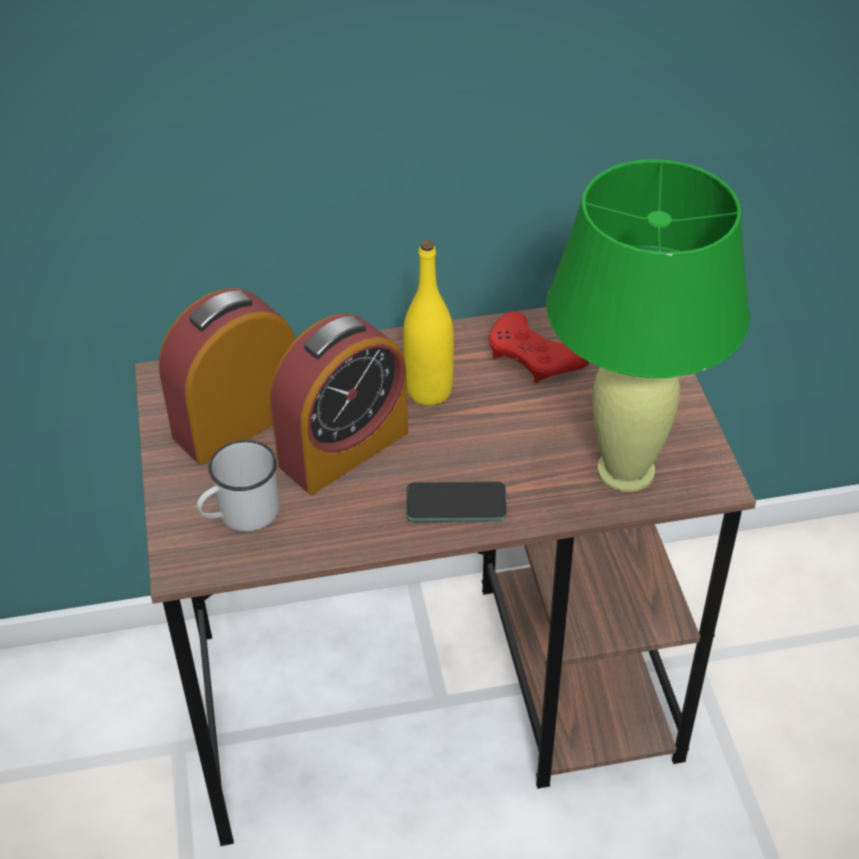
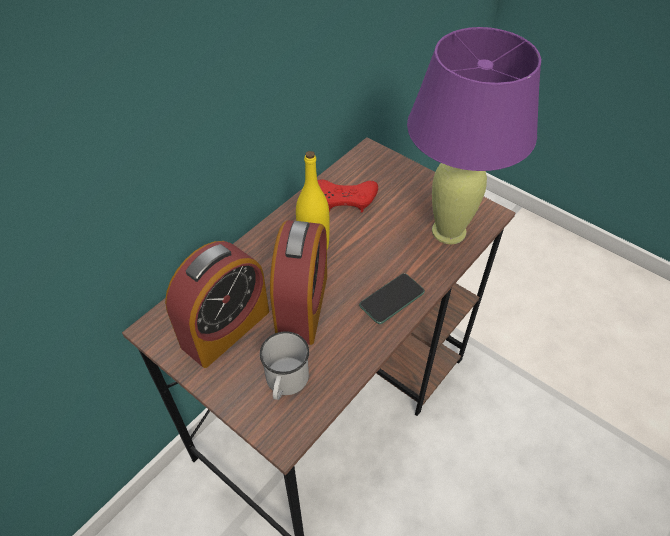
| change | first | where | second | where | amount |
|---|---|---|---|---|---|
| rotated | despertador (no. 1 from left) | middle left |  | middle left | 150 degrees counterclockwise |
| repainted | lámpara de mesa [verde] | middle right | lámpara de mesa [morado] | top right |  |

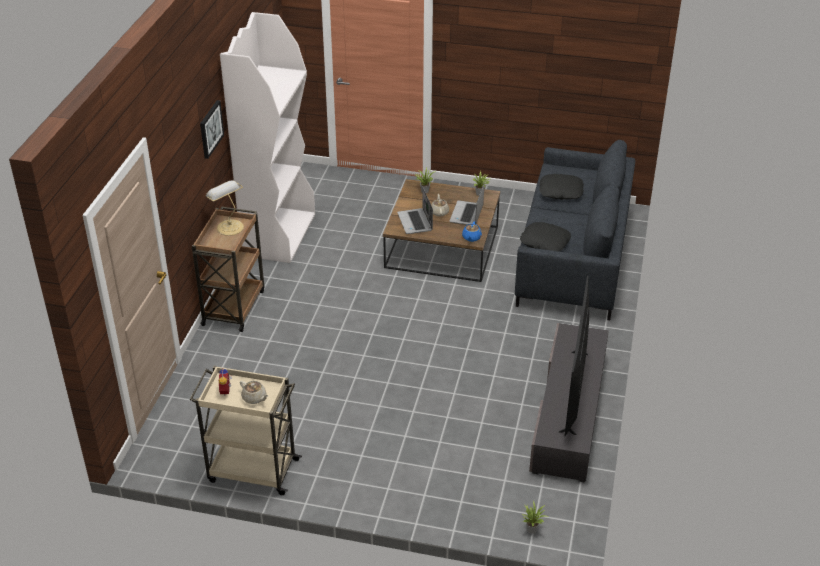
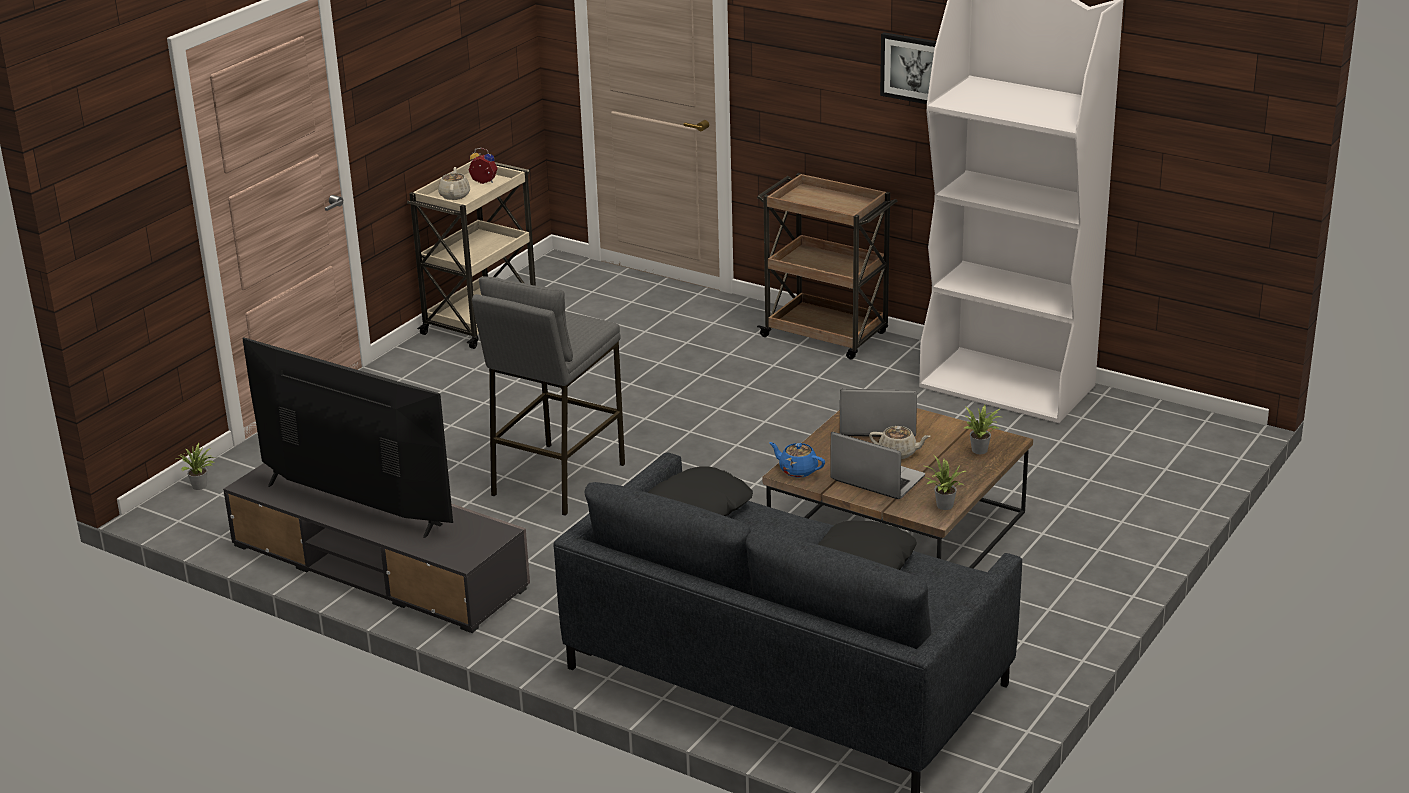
| change | first | where | second | where | amount |
|---|---|---|---|---|---|
| gone | lámpara de mesa | middle left |  |  |  |
| rotated | tetera [beis] (no. 1 from left) | bottom left |  | top left | 120 degrees clockwise |
| new |  |  | taburete [gris] | centre |  |

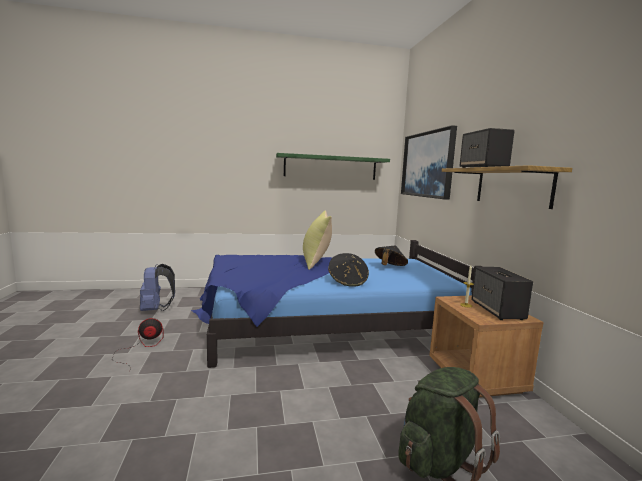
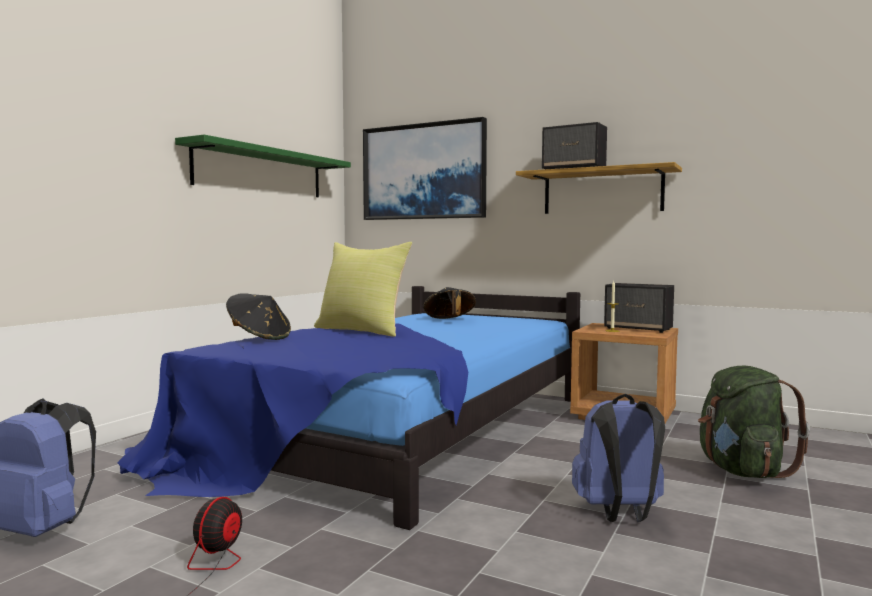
| change | first | where | second | where | amount |
|---|---|---|---|---|---|
| shifted | sombrero [negro] (no. 1 from left) | centre |  | middle left |  |
| new |  |  | mochila [azul] (no. 2 from left) | bottom right |  |

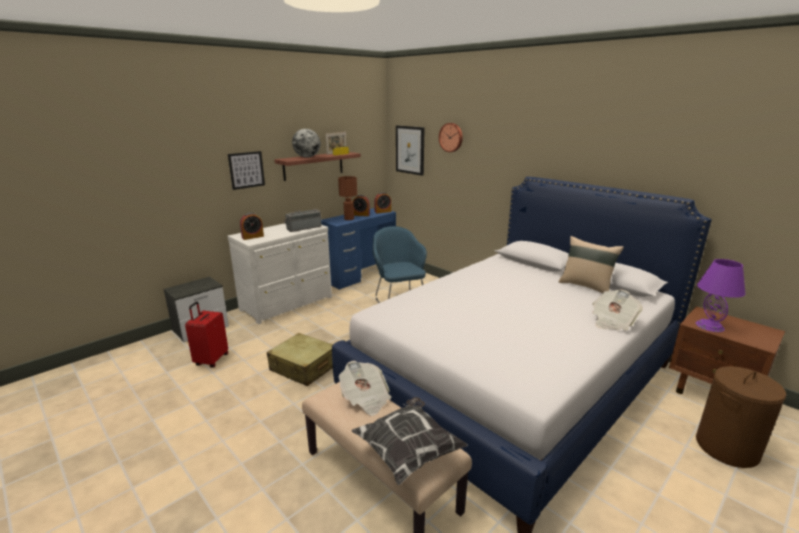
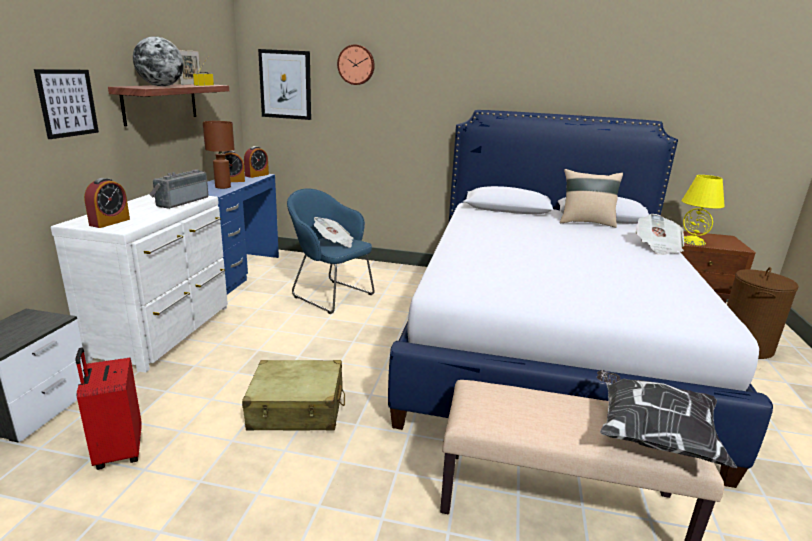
| change | first | where | second | where | amount |
|---|---|---|---|---|---|
| shifted | periódico (no. 1 from left) | bottom centre |  | centre |  |
| repainted | lámpara de mesa [morado] | middle right | lámpara de mesa [amarillo] | middle right |  |

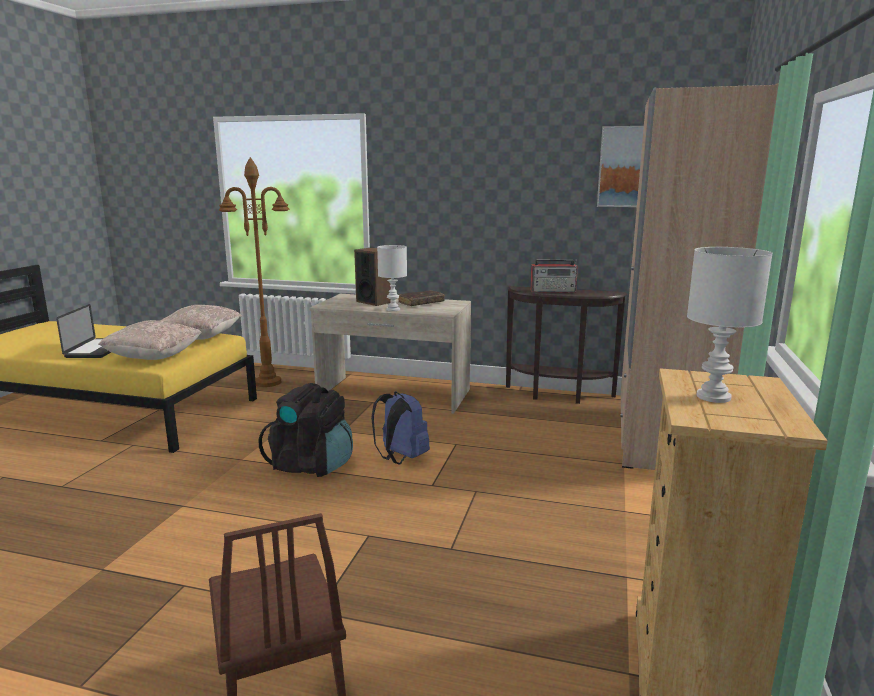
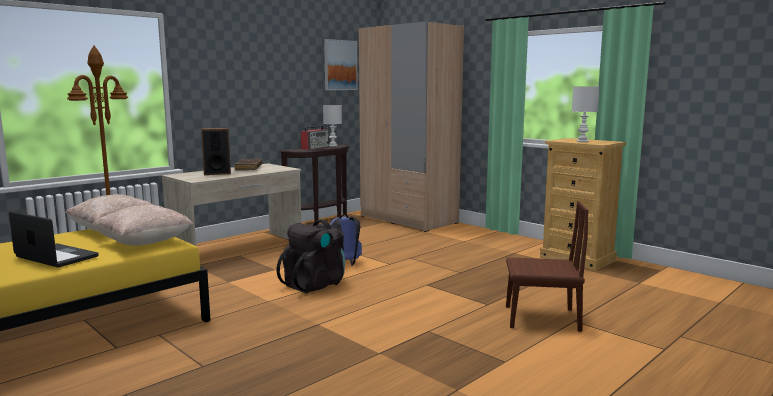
| change | first | where | second | where | amount |
|---|---|---|---|---|---|
| shifted | lámpara de mesa [blanco] (no. 1 from left) | centre |  | top centre |  |

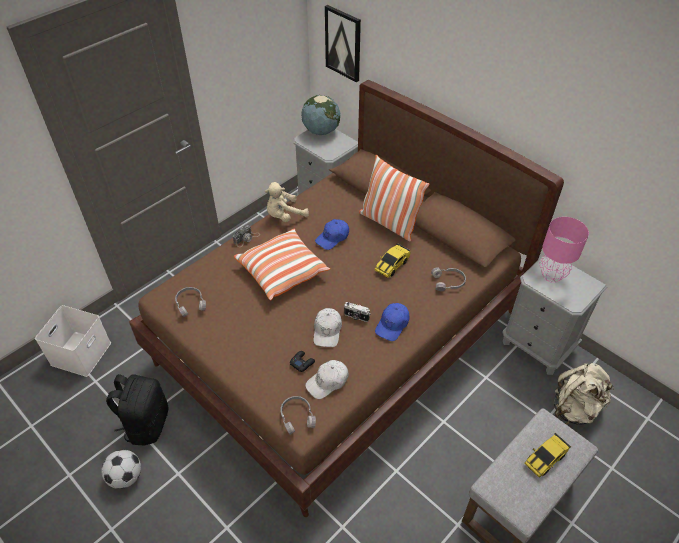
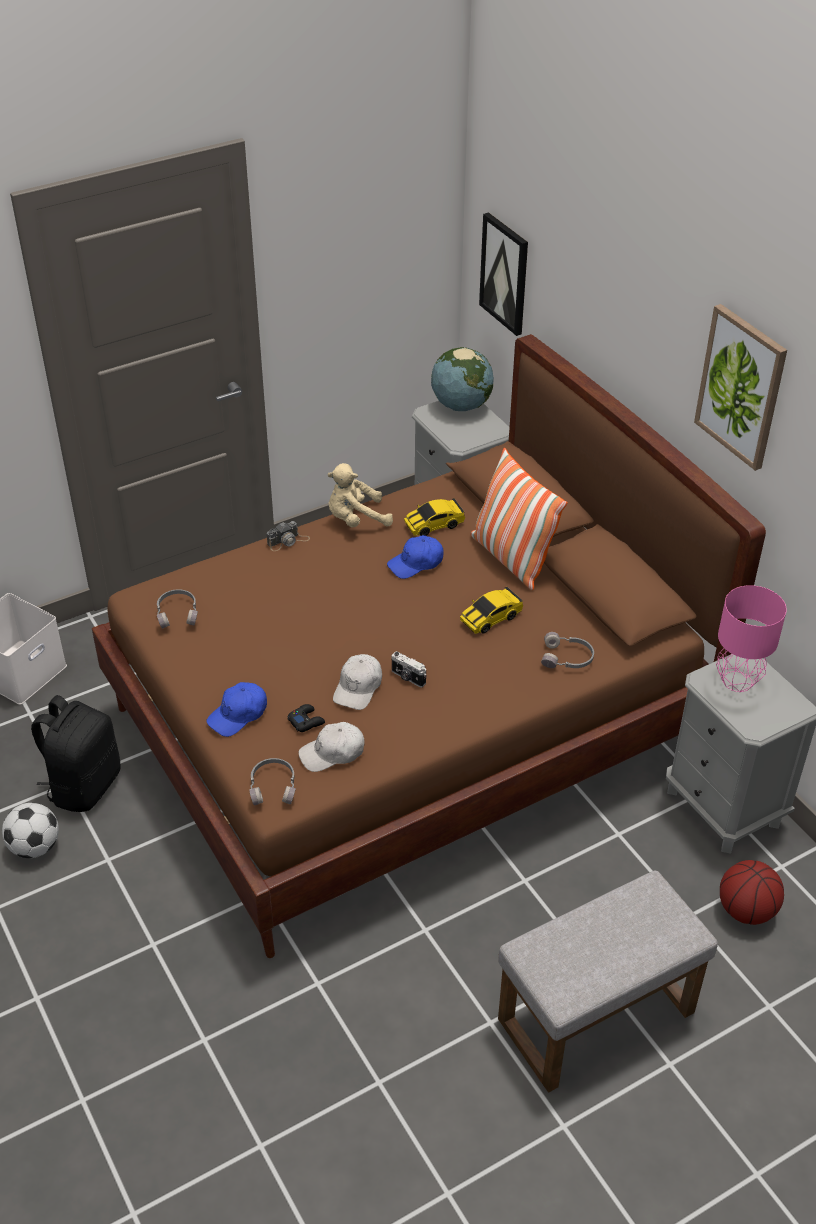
| change | first | where | second | where | amount |
|---|---|---|---|---|---|
| gone | cojín (no. 1 from left) | centre |  |  |  |
| shifted | gorra [azul] (no. 2 from left in the first image) | centre | gorra [azul] (no. 1 from left) | middle left |  |
| shifted | coche de juguete (no. 2 from left in the first image) | bottom right | coche de juguete (no. 1 from left) | centre |  |
| swapped | mochila [beis] | bottom right | balón de baloncesto | bottom right |  |
| new |  |  | cuadro (no. 2 from left) | top right |  |

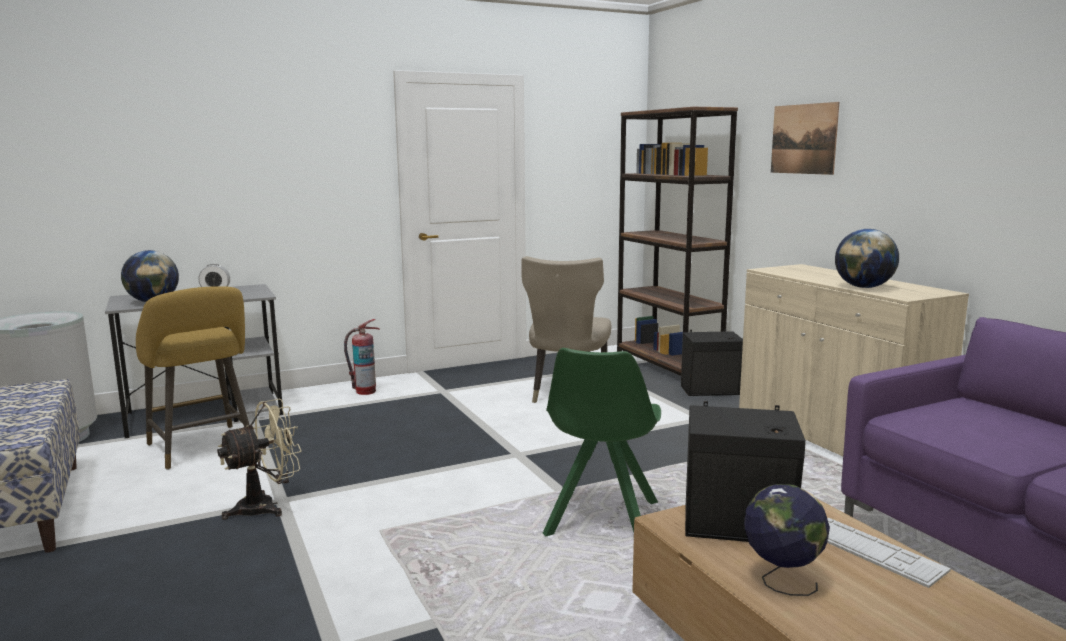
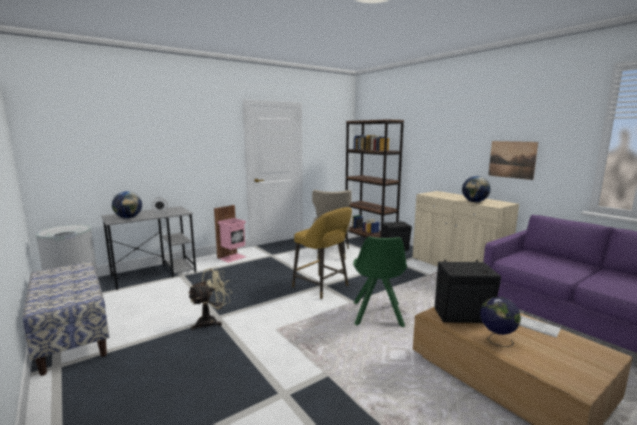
| change | first | where | second | where | amount |
|---|---|---|---|---|---|
| shifted | taburete [amarillo] | middle left |  | centre |  |
| swapped | extintor | centre | papelera [rosa] | centre |  |
| shifted | cuadro | top right |  | middle right |  |

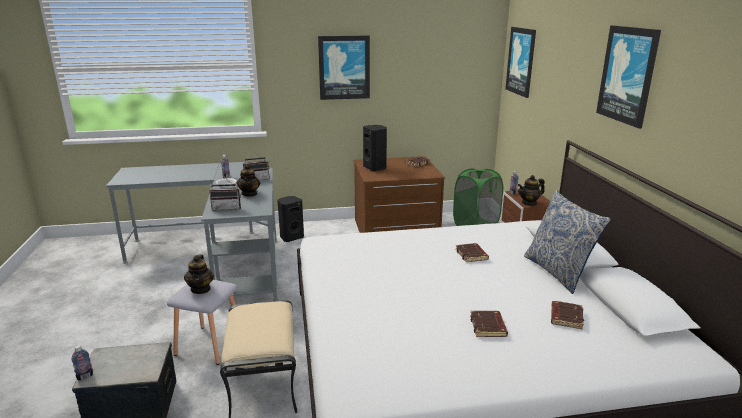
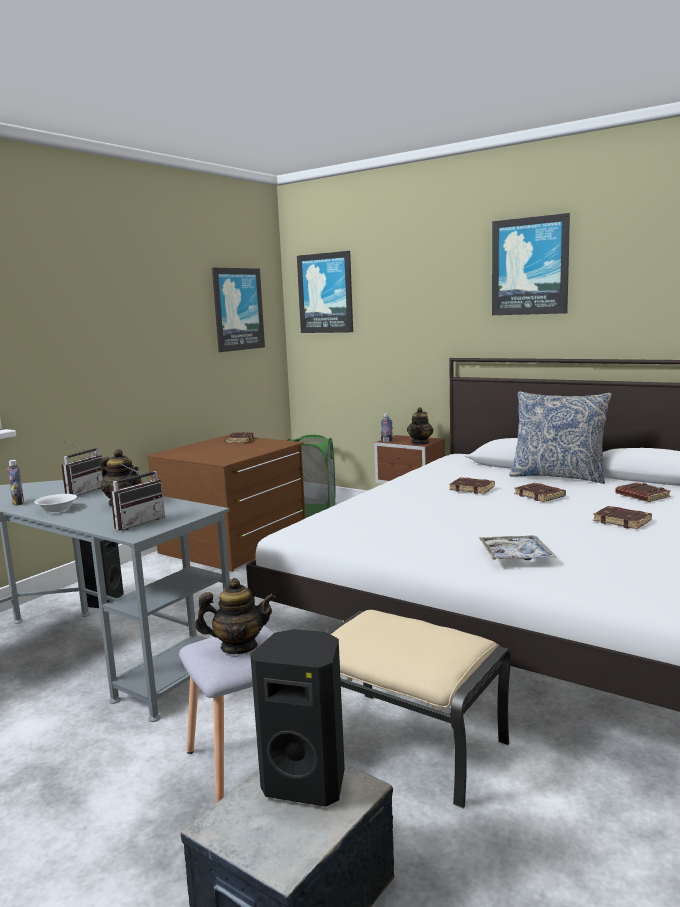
| change | first | where | second | where | amount |
|---|---|---|---|---|---|
| gone | botella (no. 1 from left) | bottom left |  |  |  |
| rotated | tetera (no. 1 from left in the first image) | middle left | tetera (no. 2 from left) | bottom centre | 45 degrees counterclockwise |
| shifted | cuadro (no. 1 from left) | top centre |  | centre |  |
| shifted | altavoz [negro] (no. 2 from left) | centre |  | bottom centre |  |
| new |  |  | bandeja | middle right |  |
| new |  |  | libro [marrón] (no. 3 from left) | middle right |  |

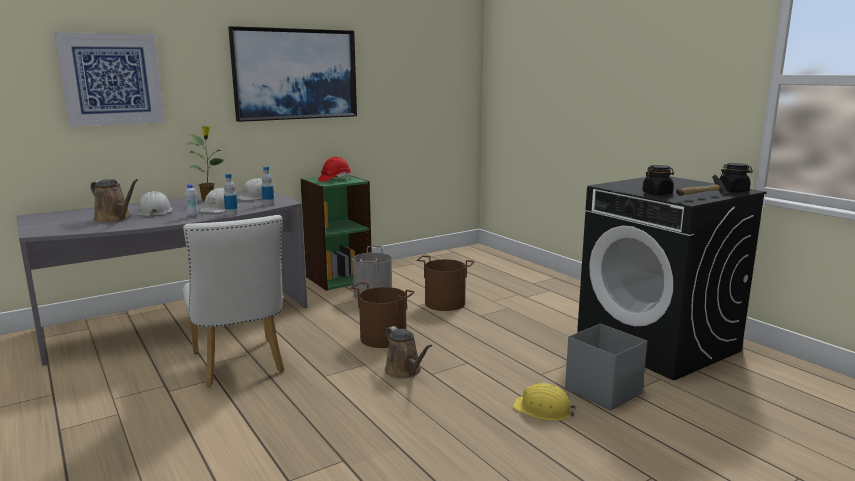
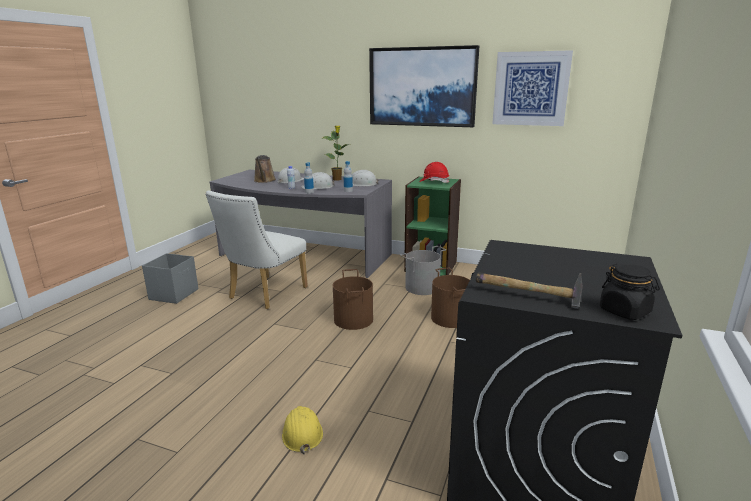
| change | first | where | second | where | amount |
|---|---|---|---|---|---|
| shifted | cuadro (no. 1 from left in the first image) | top left | cuadro (no. 2 from left) | top right |  |
| gone | regadera [marrón] (no. 2 from left) | bottom centre |  |  |  |
| shifted | caja de almacenaje [gris] | bottom right |  | middle left |  |
| gone | tarro [negro] (no. 1 from left) | middle right |  |  |  |

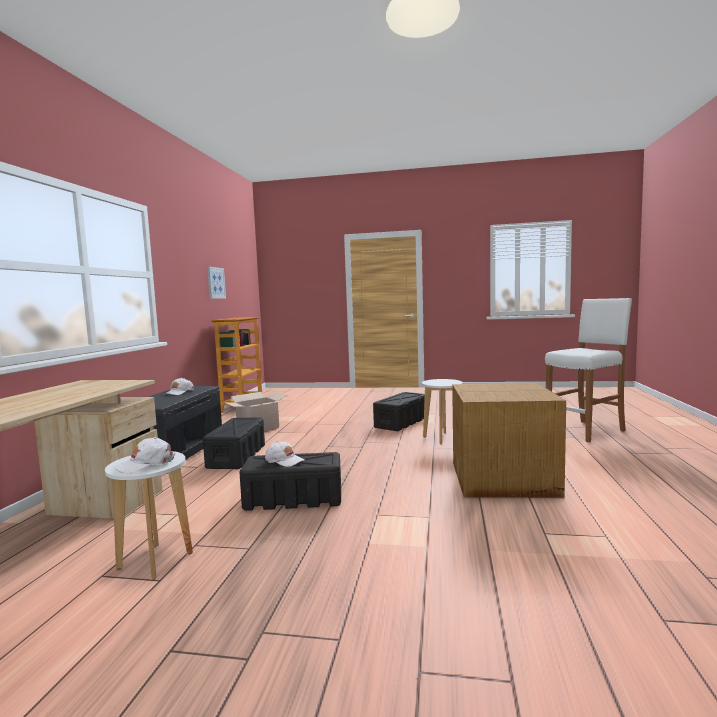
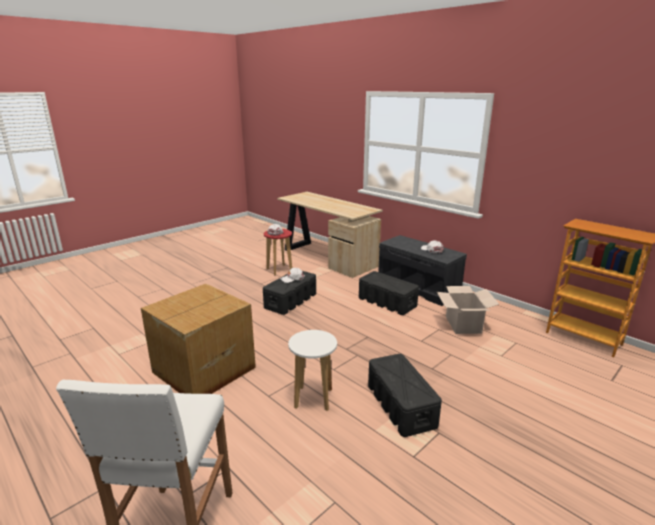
| change | first | where | second | where | amount |
|---|---|---|---|---|---|
| repainted | taburete [blanco] (no. 1 from left) | bottom left | taburete [rojo] | centre |  |
| gone | cuadro | middle left |  |  |  |

